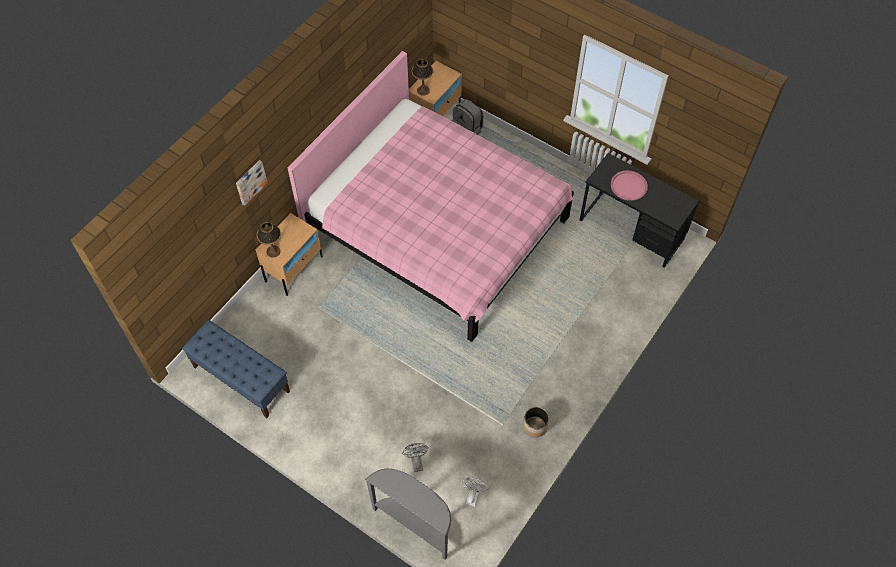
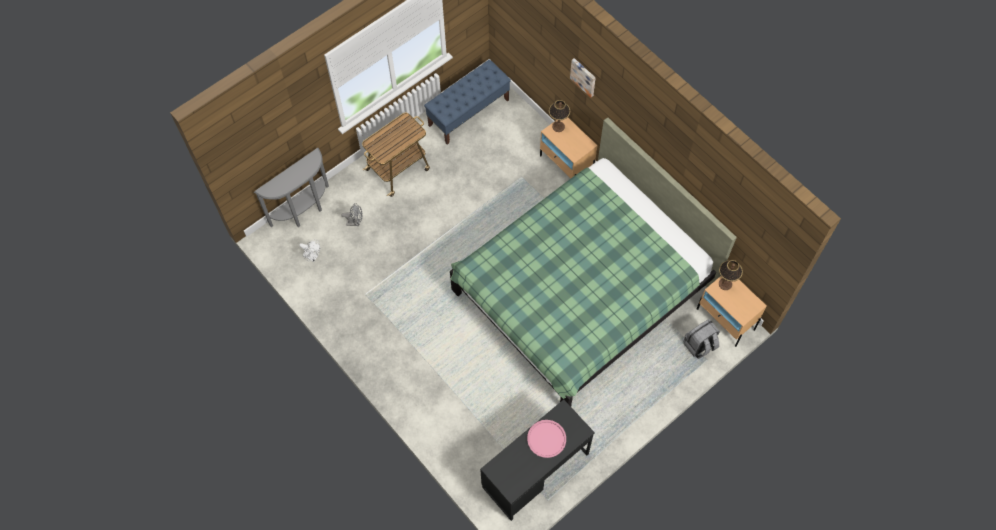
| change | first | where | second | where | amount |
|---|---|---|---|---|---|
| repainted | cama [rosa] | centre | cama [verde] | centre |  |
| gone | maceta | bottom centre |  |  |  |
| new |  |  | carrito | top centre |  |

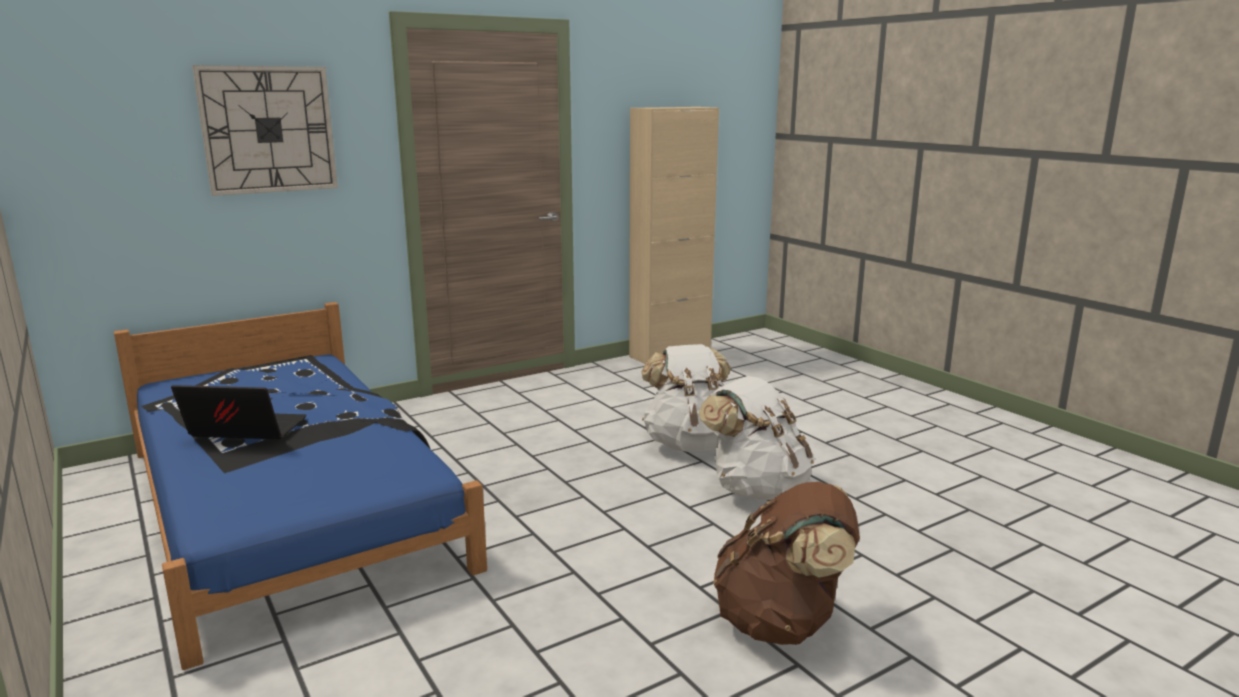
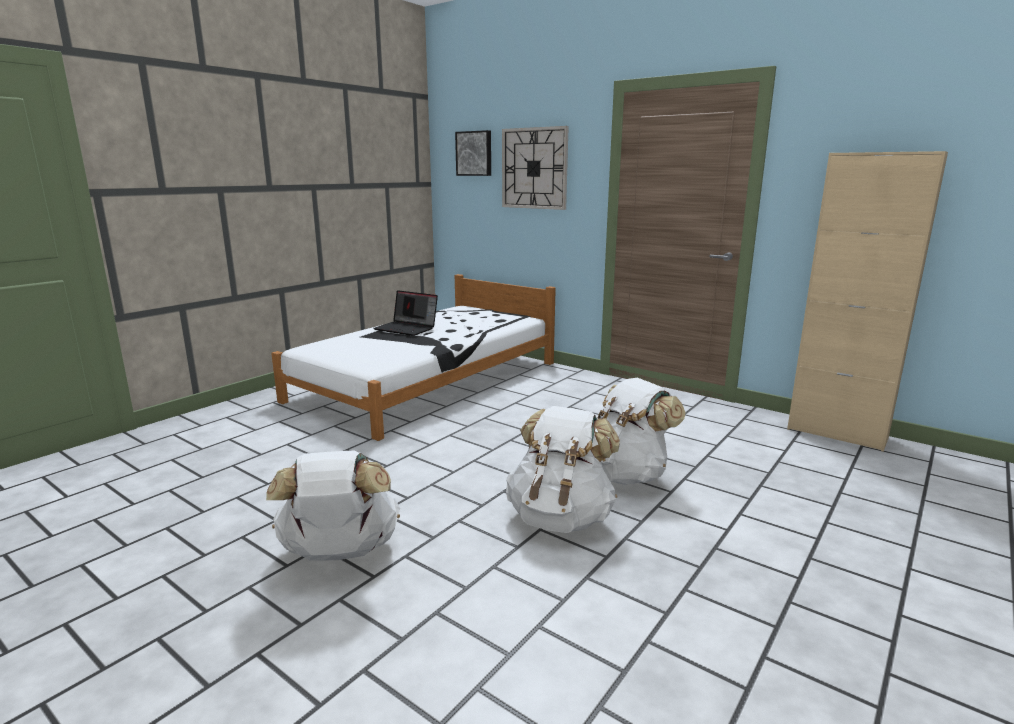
| change | first | where | second | where | amount |
|---|---|---|---|---|---|
| repainted | cama [azul] | bottom left | cama [blanco] | centre |  |
| rotated | portátil | middle left |  | centre | 135 degrees clockwise |
| repainted | mochila [marrón] | bottom centre | mochila [blanco] (no. 1 from left) | bottom left |  |
| new |  |  | cuadro | top centre |  |

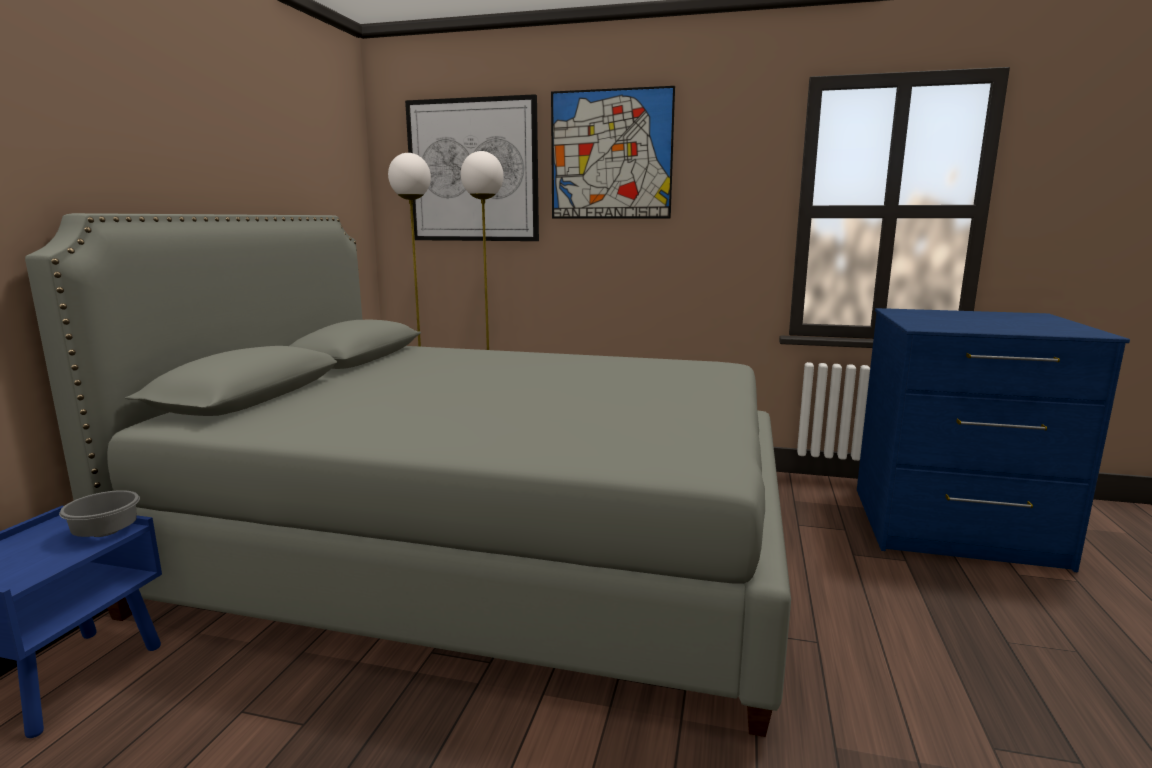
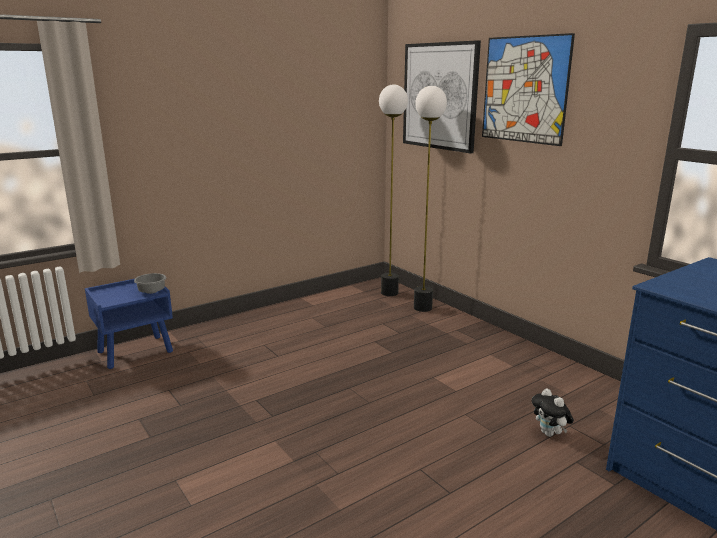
| change | first | where | second | where | amount |
|---|---|---|---|---|---|
| gone | cama [gris] | centre |  |  |  |
| new |  |  | peluche | bottom right |  |

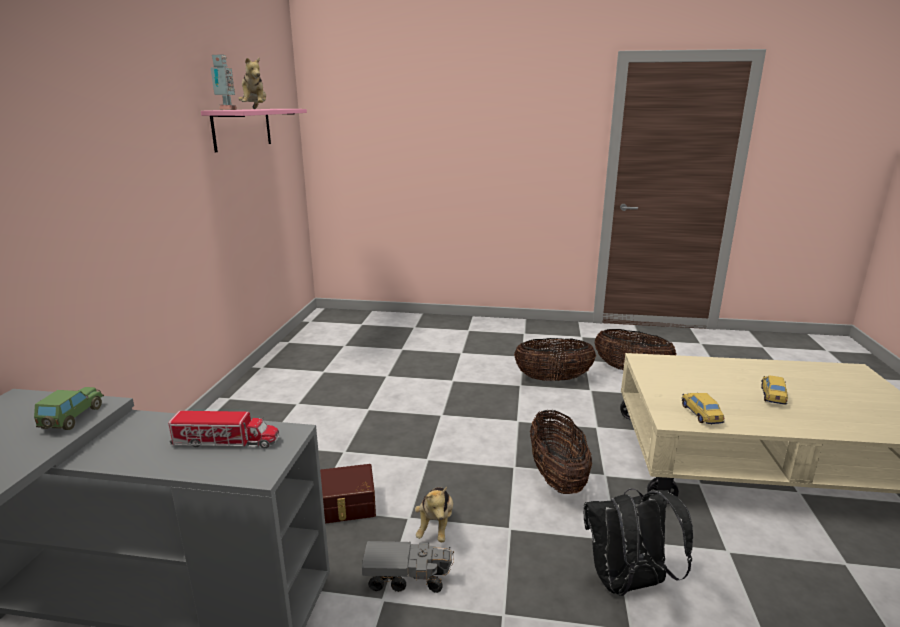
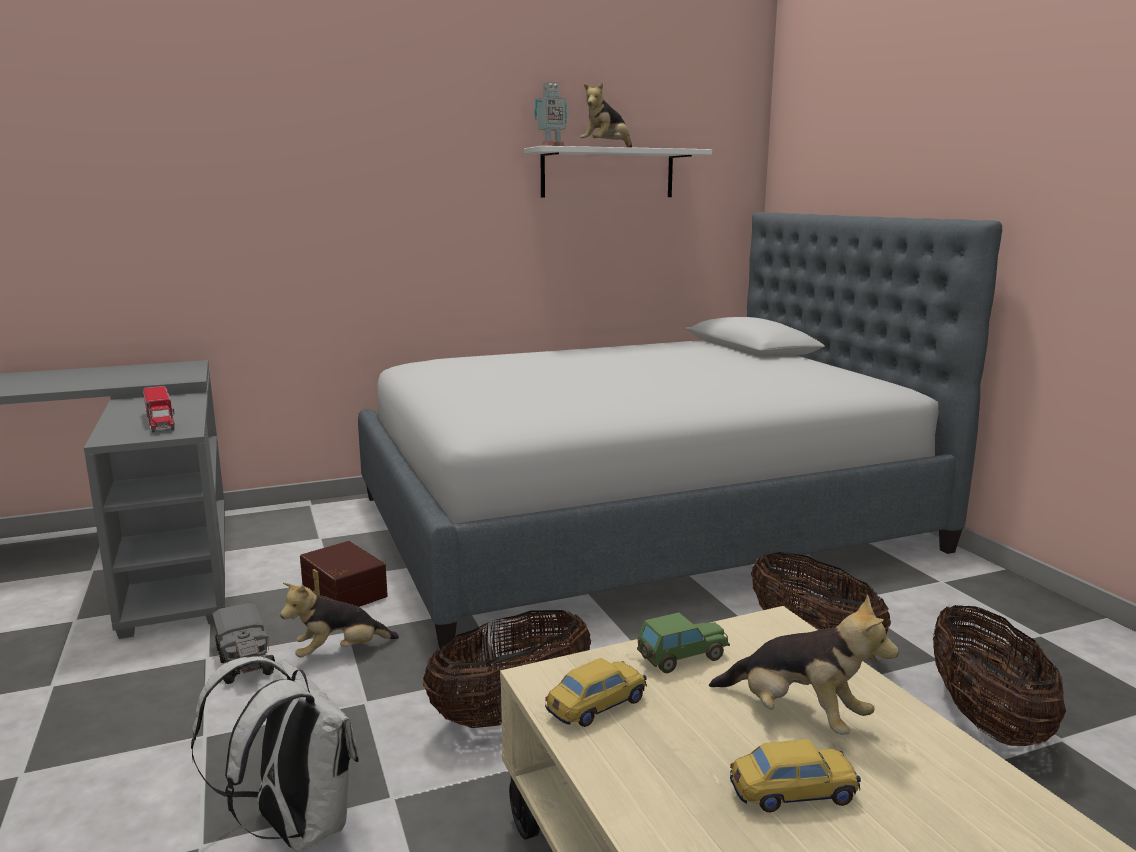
| change | first | where | second | where | amount |
|---|---|---|---|---|---|
| shifted | coche de juguete (no. 1 from left in the first image) | middle left | coche de juguete (no. 2 from left) | bottom centre |  |
| repainted | estante [rosa] | top left | estante [blanco] | top centre |  |
| repainted | mochila [negro] | bottom right | mochila [blanco] | bottom left |  |
| new |  |  | cama | centre |  |
| new |  |  | peluche (no. 3 from left) | bottom right |  |

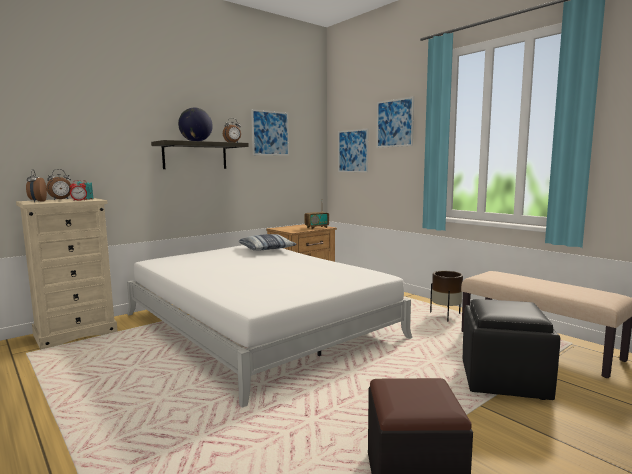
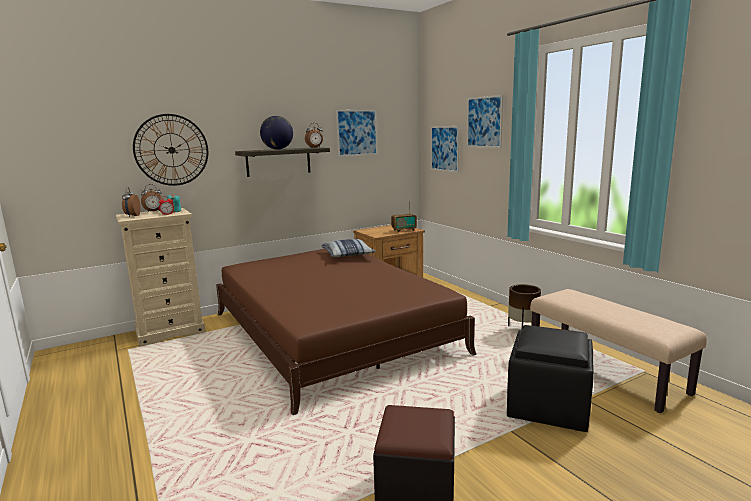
| change | first | where | second | where | amount |
|---|---|---|---|---|---|
| repainted | cama [blanco] | bottom centre | cama [marrón] | centre |  |
| new |  |  | reloj de pared | top left |  |

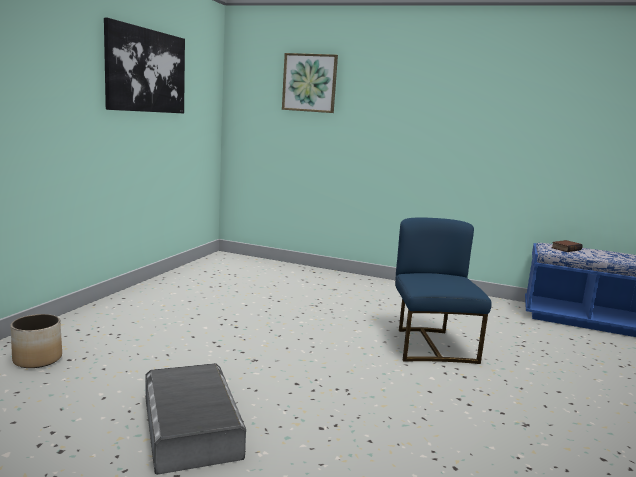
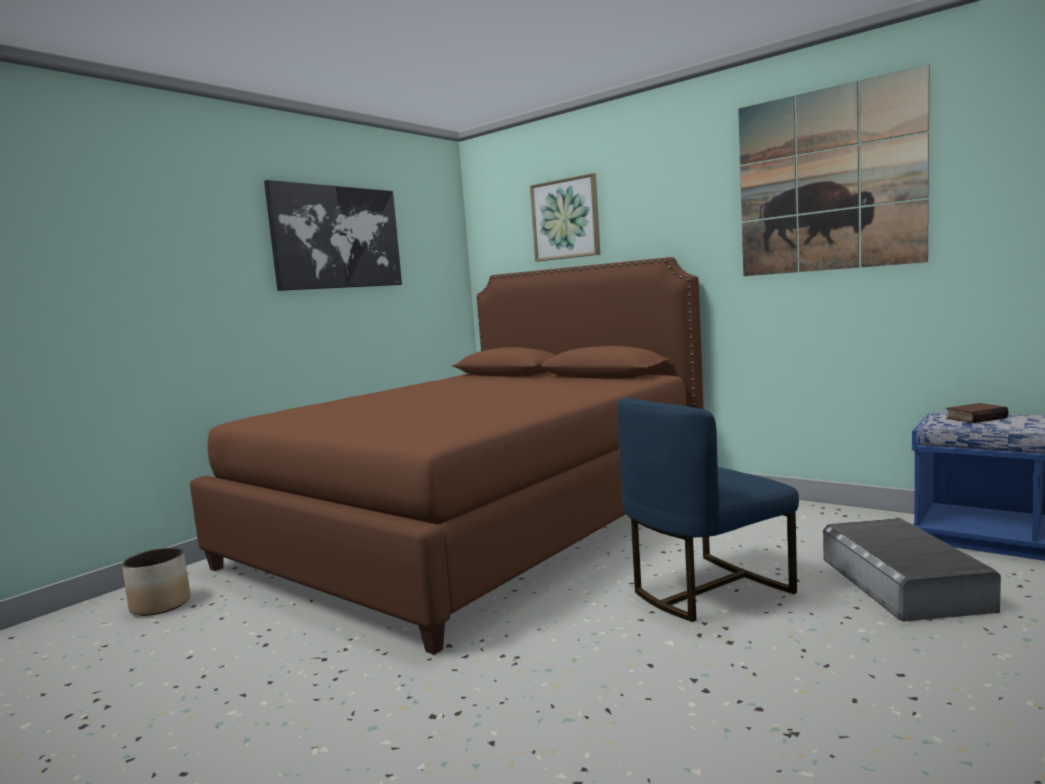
| change | first | where | second | where | amount |
|---|---|---|---|---|---|
| shifted | caja de almacenaje [gris] | bottom left |  | bottom right |  |
| rotated | silla [azul] | middle right |  | middle right | 135 degrees counterclockwise |
| new |  |  | cama [marrón] | centre |  |
| new |  |  | cuadro (no. 3 from left) | top right |  |

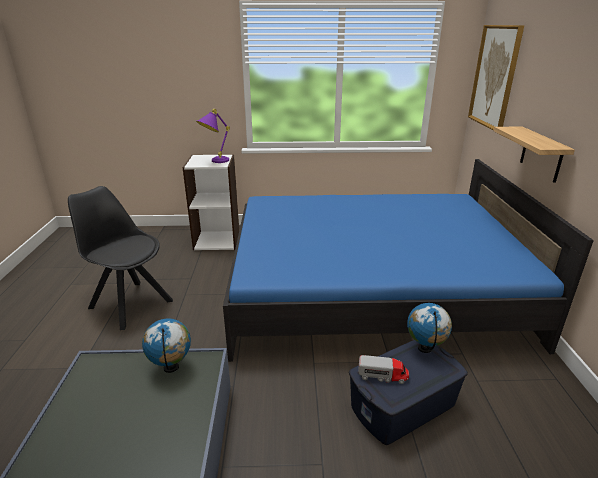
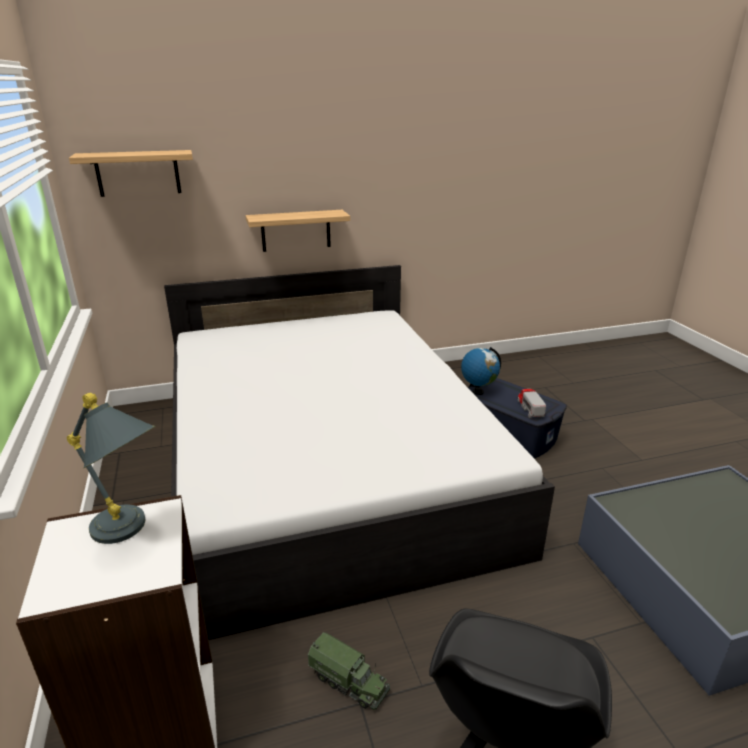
| change | first | where | second | where | amount |
|---|---|---|---|---|---|
| gone | globo terráqueo (no. 1 from left) | bottom left |  |  |  |
| repainted | lámpara de mesa [morado] | top centre | lámpara de mesa [gris] | middle left |  |
| repainted | cama [azul] | middle right | cama [blanco] | centre |  |
| swapped | cuadro | top right | estante (no. 1 from left) | top left |  |
| new |  |  | camión de juguete (no. 1 from left) | bottom centre |  |

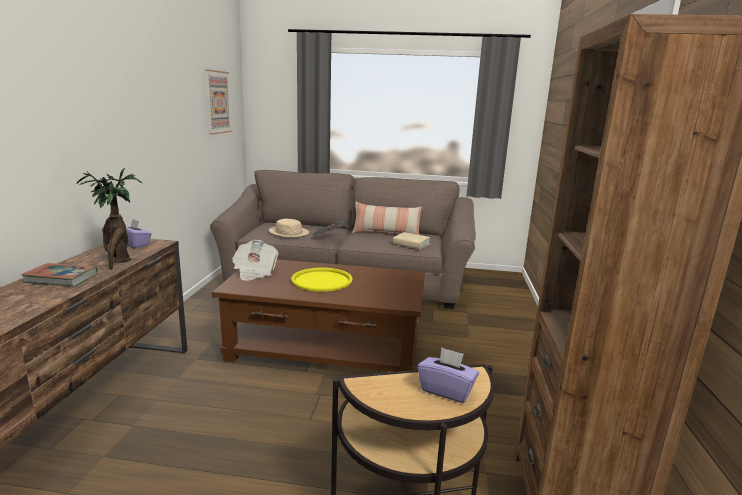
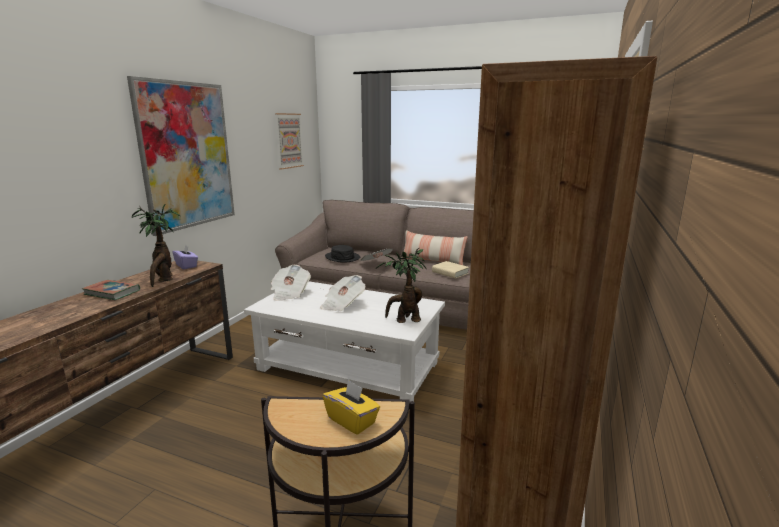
| change | first | where | second | where | amount |
|---|---|---|---|---|---|
| repainted | mesa de centro [marrón] | centre | mesa de centro [blanco] | centre |  |
| repainted | sombrero [beis] | centre | sombrero [negro] | centre |  |
| swapped | bandeja [amarillo] | centre | periódico (no. 2 from left) | centre |  |
| repainted | caja de pañuelos [morado] (no. 2 from left) | bottom centre | caja de pañuelos [amarillo] | bottom centre |  |
| new |  |  | cuadro (no. 1 from left) | top left |  |
| new |  |  | planta en maceta (no. 2 from left) | centre |  |

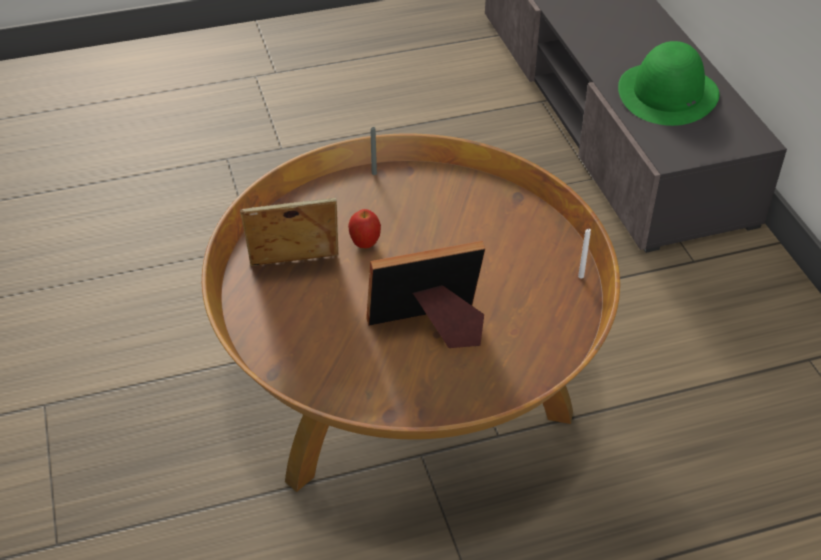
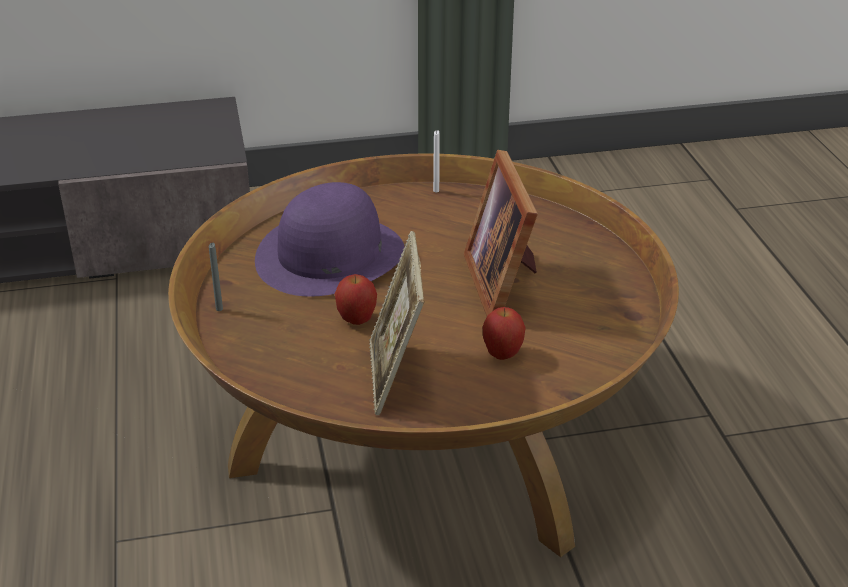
| change | first | where | second | where | amount |
|---|---|---|---|---|---|
| gone | sombrero [verde] | top right |  |  |  |
| new |  |  | sombrero [morado] | centre |  |
| new |  |  | manzana (no. 2 from left) | centre |  |

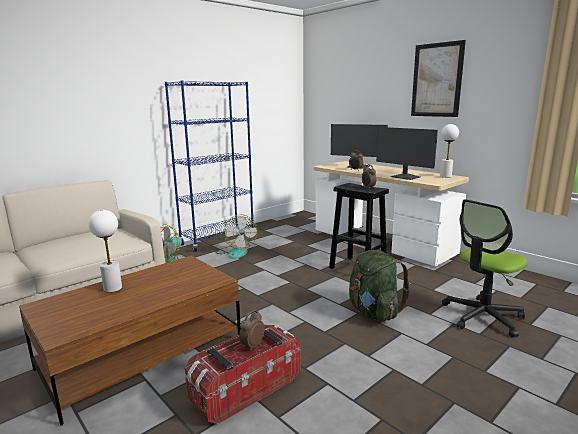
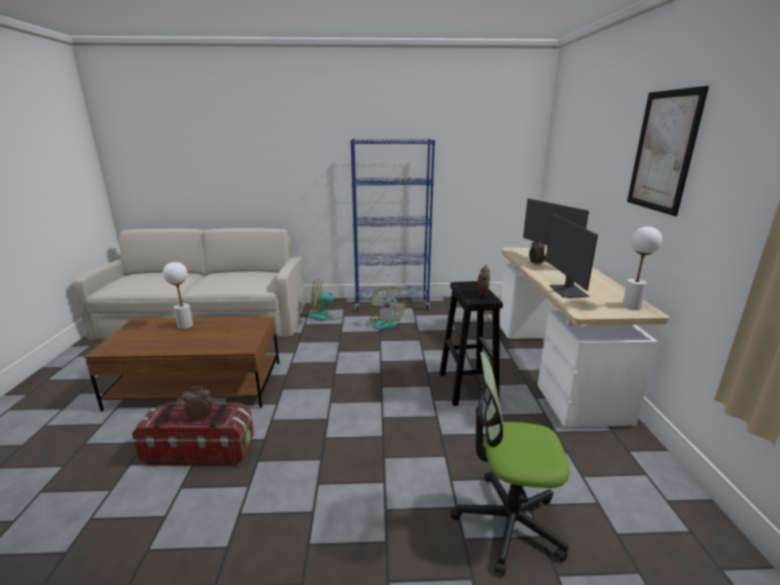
| change | first | where | second | where | amount |
|---|---|---|---|---|---|
| gone | mochila [verde] | centre |  |  |  |

